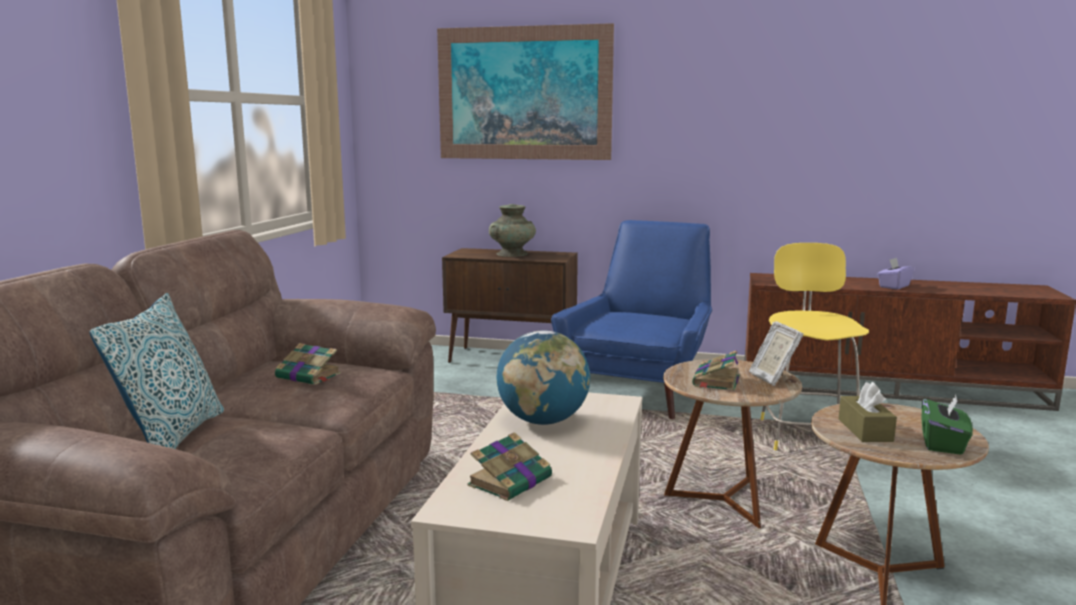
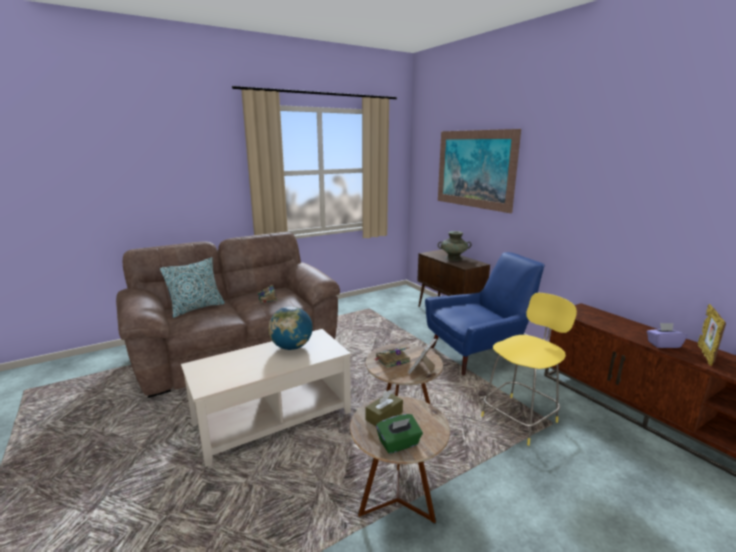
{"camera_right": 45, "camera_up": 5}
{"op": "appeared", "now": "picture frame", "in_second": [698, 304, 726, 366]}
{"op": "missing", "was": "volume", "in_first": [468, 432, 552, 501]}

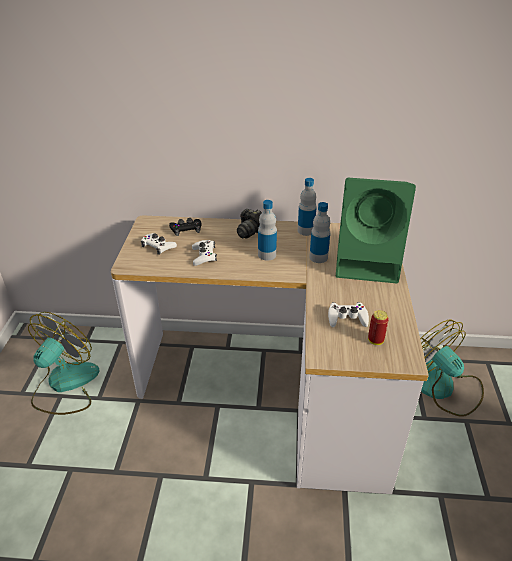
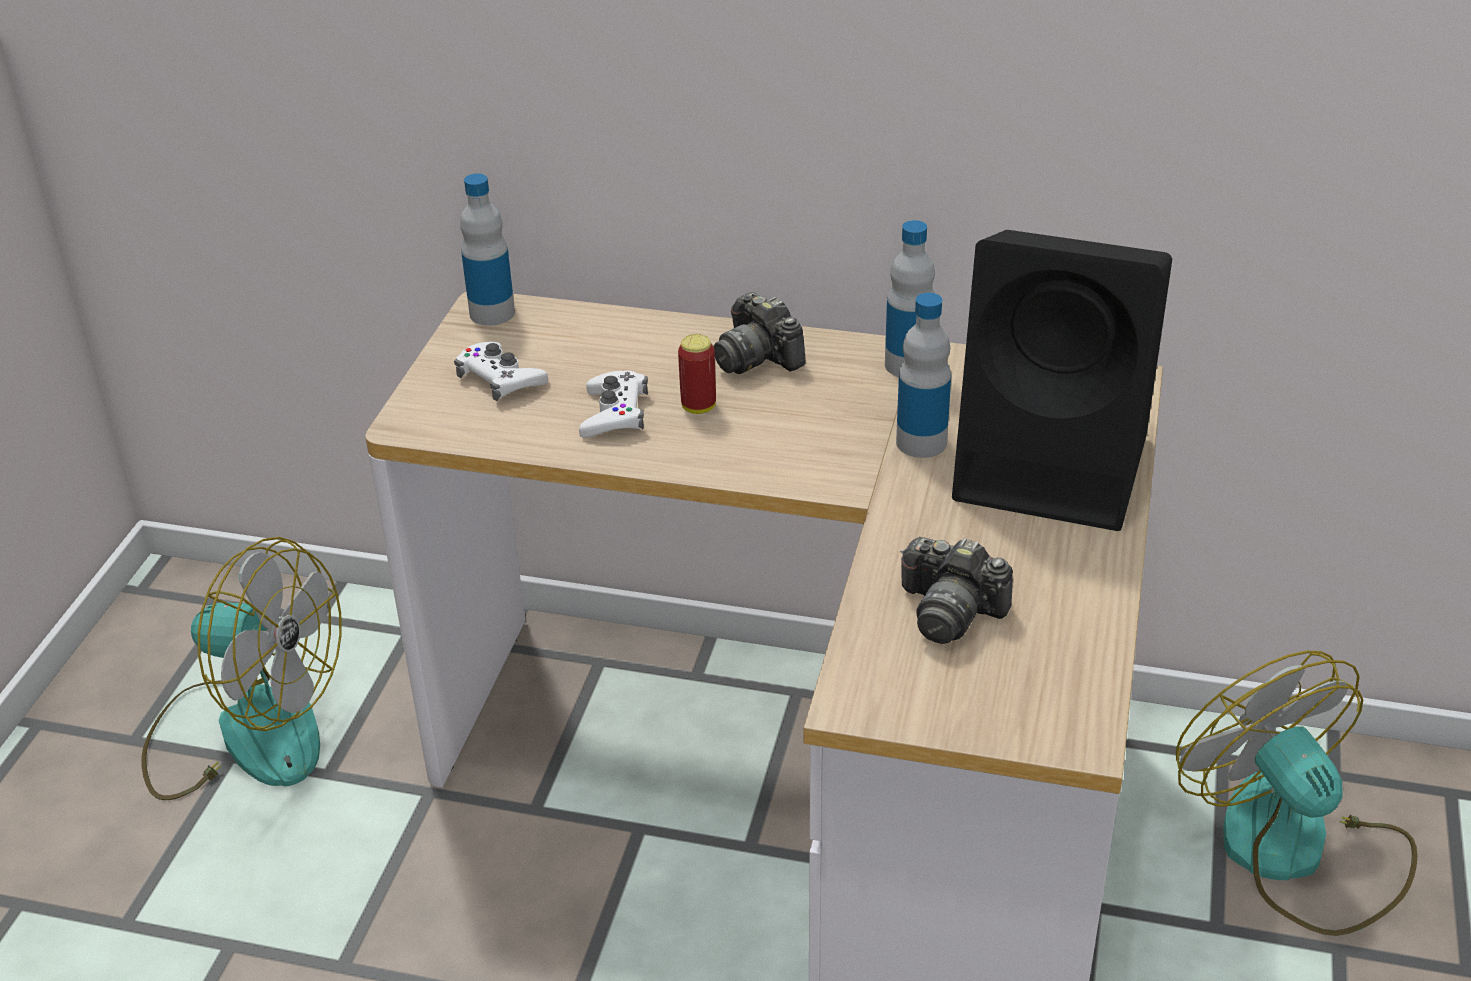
{"camera_right": 10, "camera_up": 0}
{"op": "spun", "was": "cooling fan", "in_first": [28, 312, 100, 415], "in_second": [142, 537, 342, 800], "clockwise": 75}
{"op": "relocated", "was": "drink bottle", "in_first": [258, 200, 277, 261], "in_second": [460, 173, 515, 326]}
{"op": "relocated", "was": "metal can", "in_first": [368, 310, 389, 345], "in_second": [678, 334, 716, 414]}
{"op": "exchanged", "was": "white-coloured joypad", "now": "still camera", "in_first": [328, 302, 369, 327], "in_second": [900, 537, 1013, 644]}
{"op": "colour", "was": "green-coloured loudspeaker", "now": "black loudspeaker", "in_first": [336, 178, 416, 284], "in_second": [952, 230, 1172, 531]}
{"op": "missing", "was": "black joypad", "in_first": [169, 218, 201, 236]}

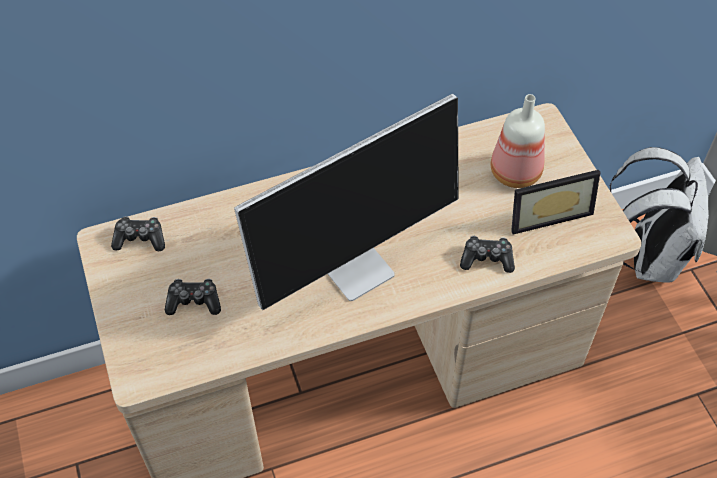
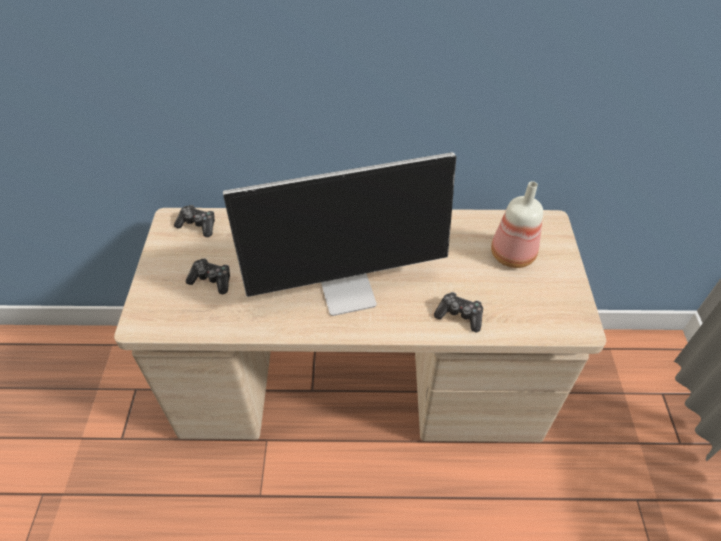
{"camera_right": 20, "camera_up": -5}
{"op": "missing", "was": "picture frame", "in_first": [511, 170, 601, 235]}
{"op": "missing", "was": "white-coloured backpack", "in_first": [609, 147, 709, 283]}

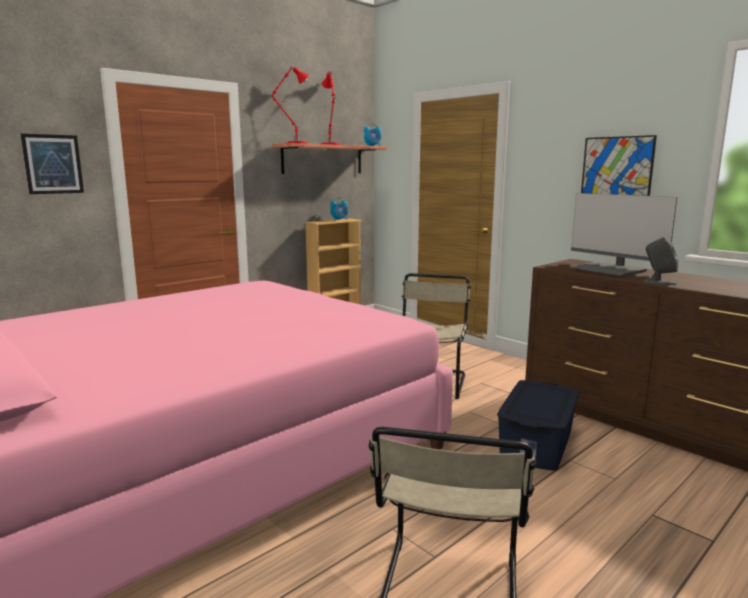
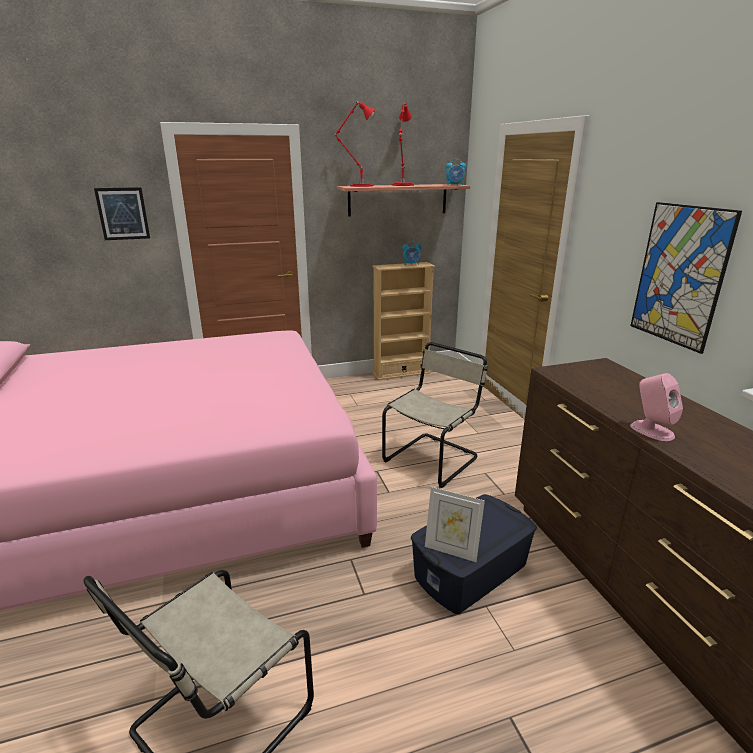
{"camera_right": 25, "camera_up": 10}
{"op": "appeared", "now": "picture frame", "in_second": [425, 487, 485, 562]}
{"op": "colour", "was": "gray loudspeaker", "now": "pink-coloured loudspeaker", "in_first": [643, 236, 678, 285], "in_second": [630, 373, 683, 441]}
{"op": "missing", "was": "monitor", "in_first": [570, 193, 677, 276]}

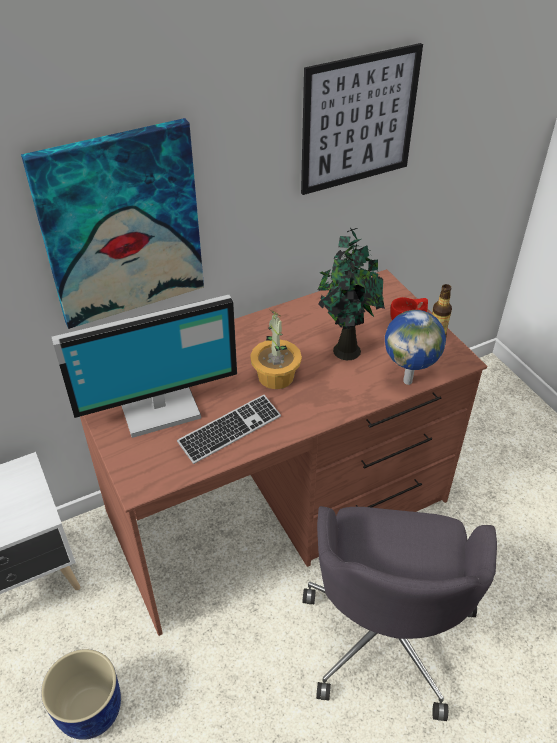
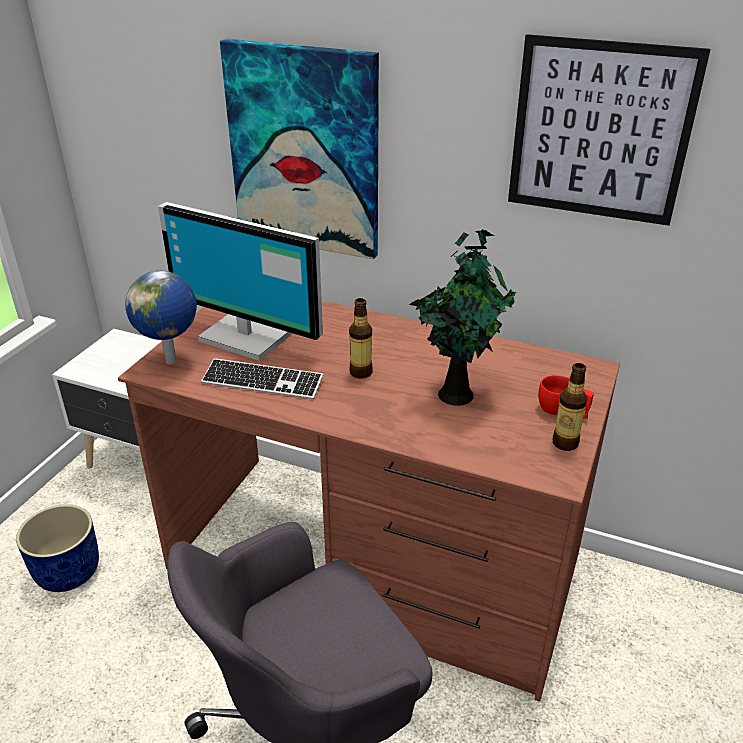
{"camera_right": 50, "camera_up": -10}
{"op": "relocated", "was": "desk globe", "in_first": [385, 310, 446, 385], "in_second": [125, 270, 197, 364]}
{"op": "exchanged", "was": "houseplant", "now": "drink bottle", "in_first": [250, 310, 302, 389], "in_second": [349, 298, 373, 379]}

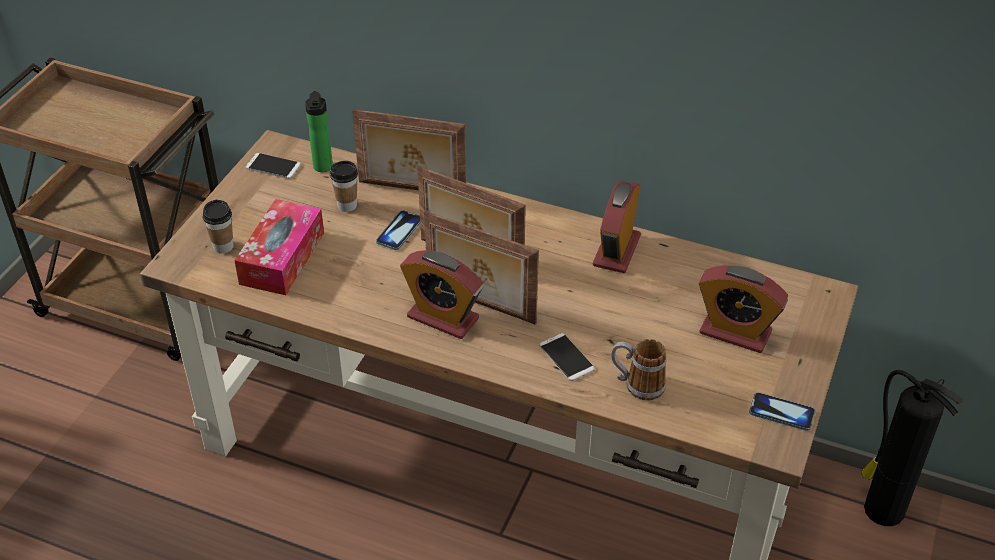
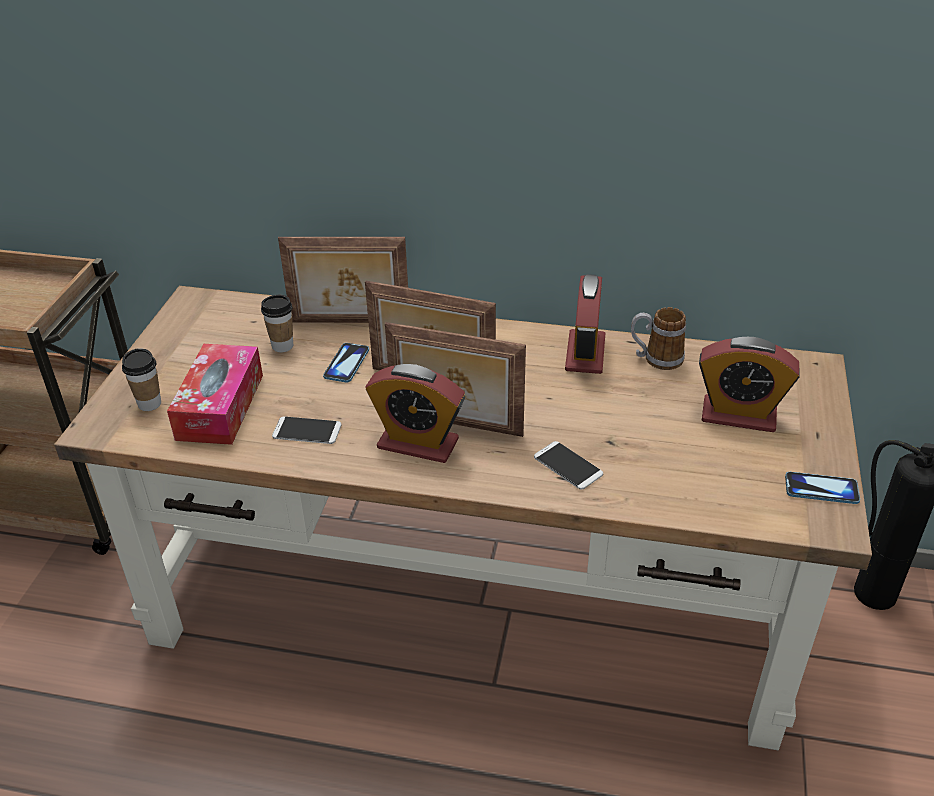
{"camera_right": -10, "camera_up": -5}
{"op": "relocated", "was": "handset", "in_first": [246, 153, 301, 179], "in_second": [272, 416, 342, 444]}
{"op": "relocated", "was": "tea mug", "in_first": [611, 339, 666, 400], "in_second": [631, 307, 686, 370]}
{"op": "missing", "was": "drink bottle", "in_first": [305, 91, 333, 172]}

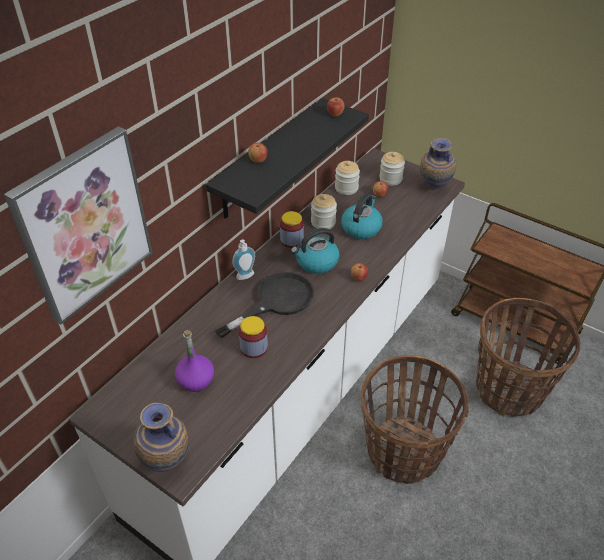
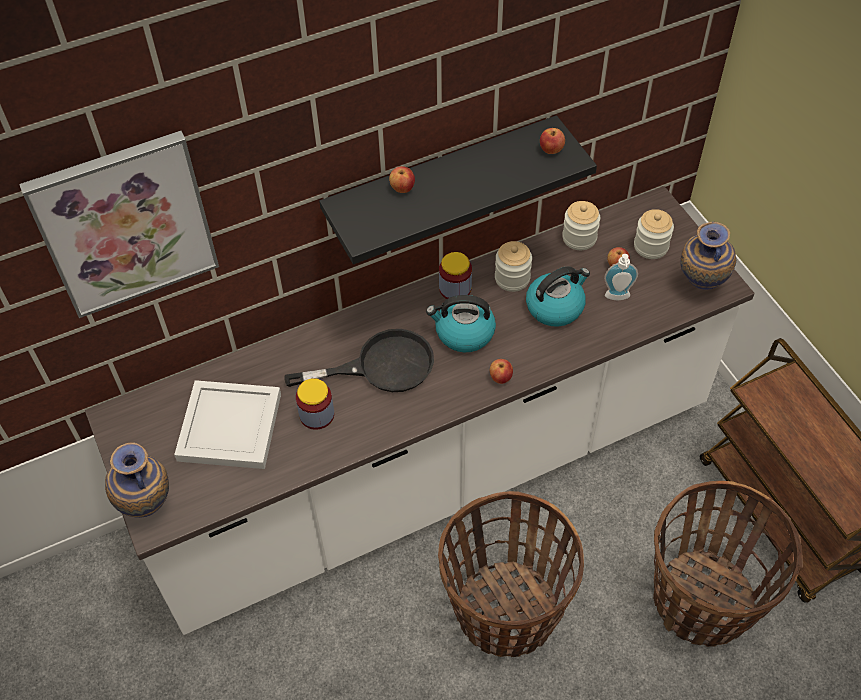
{"camera_right": 30, "camera_up": 10}
{"op": "exchanged", "was": "purplish drink bottle", "now": "white-coloured tray", "in_first": [175, 330, 214, 392], "in_second": [174, 380, 281, 469]}
{"op": "relocated", "was": "liquid soap bottle", "in_first": [232, 239, 255, 280], "in_second": [604, 254, 638, 300]}

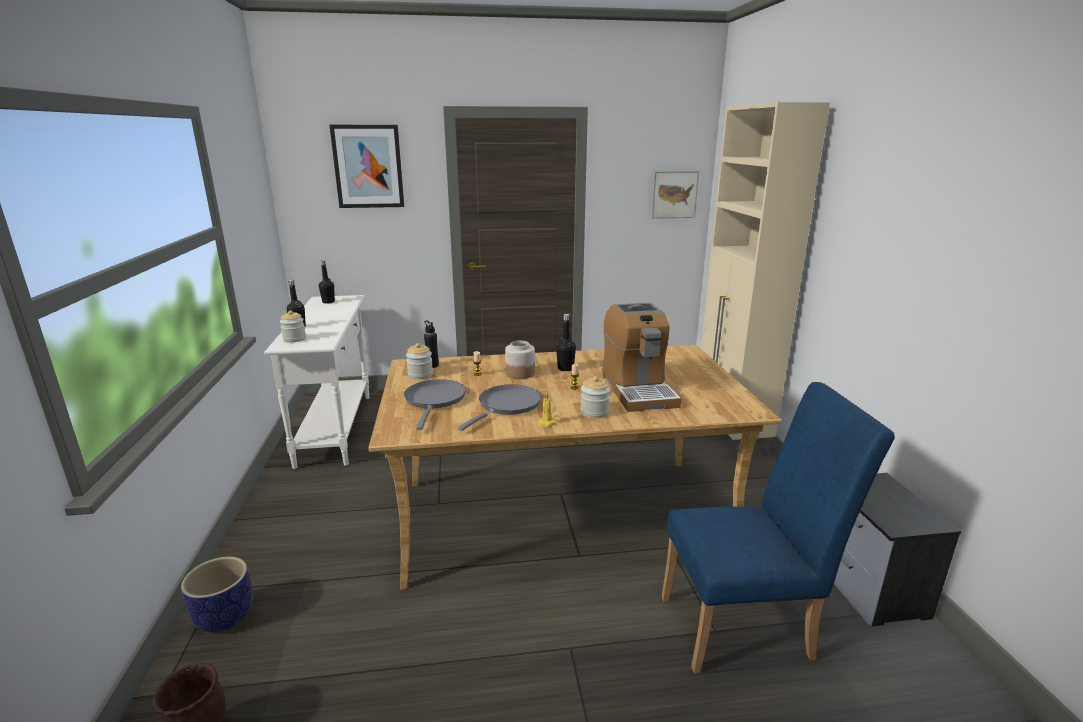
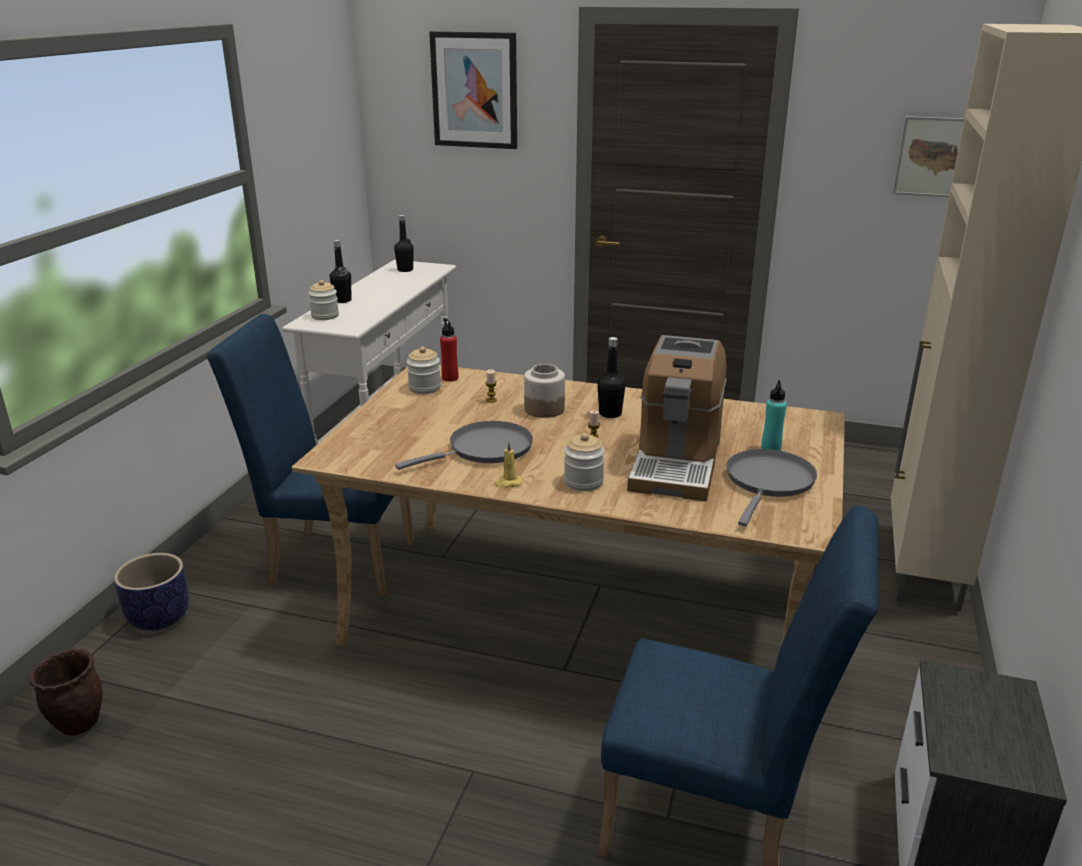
{"camera_right": 25, "camera_up": 5}
{"op": "appeared", "now": "bluish chair", "in_second": [207, 314, 415, 596]}
{"op": "colour", "was": "black drink bottle", "now": "reddish drink bottle", "in_first": [424, 320, 439, 368], "in_second": [440, 318, 458, 382]}
{"op": "relocated", "was": "gray pan", "in_first": [404, 379, 466, 430], "in_second": [727, 449, 817, 526]}
{"op": "appeared", "now": "turquoise-coloured drink bottle", "in_second": [761, 380, 787, 451]}

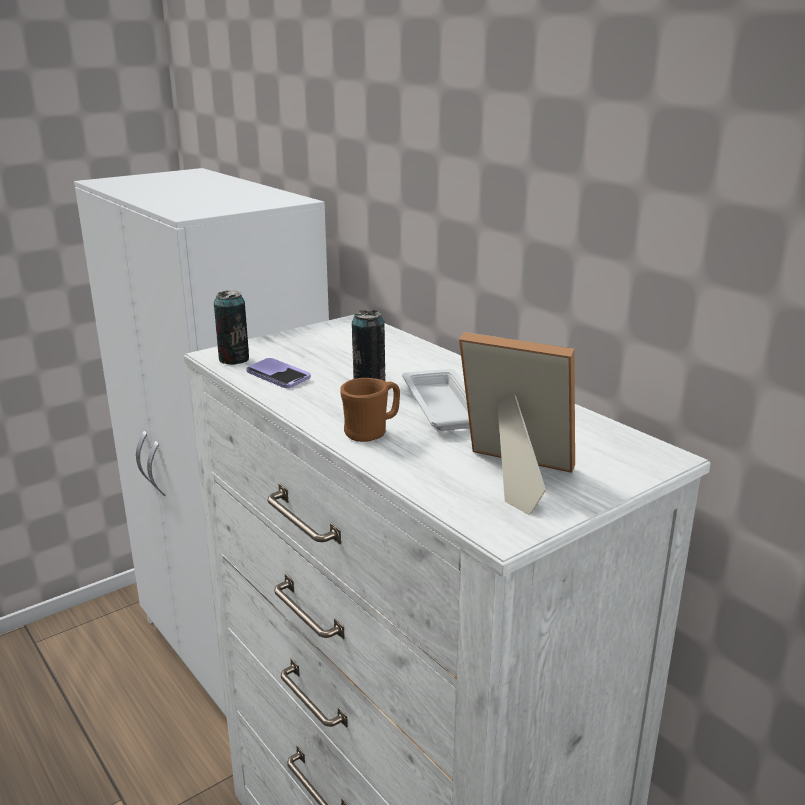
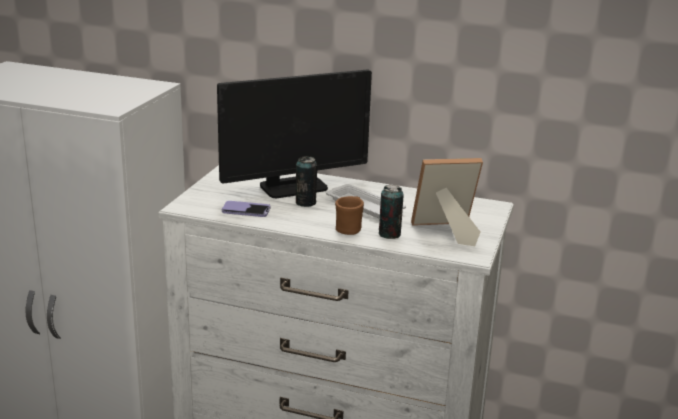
{"camera_right": -35, "camera_up": 0}
{"op": "appeared", "now": "monitor", "in_second": [217, 69, 372, 198]}
{"op": "relocated", "was": "metal can", "in_first": [214, 290, 249, 365], "in_second": [379, 185, 404, 239]}

